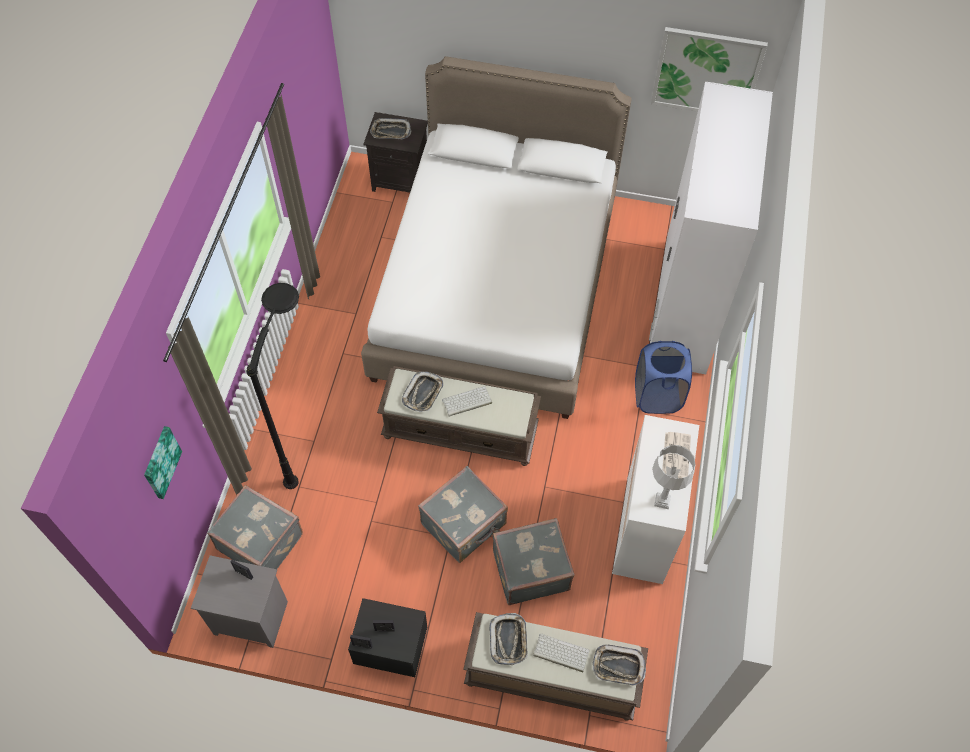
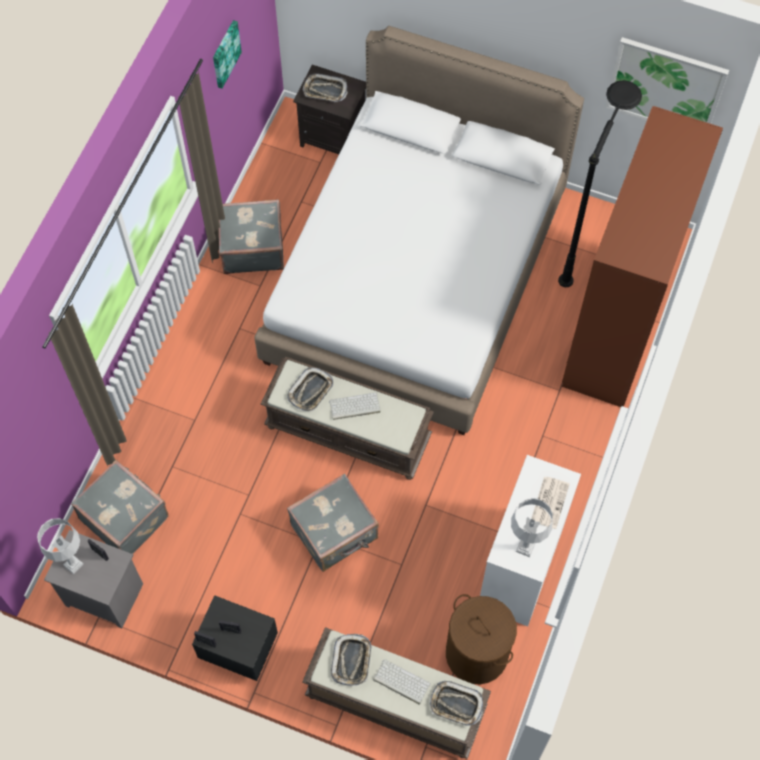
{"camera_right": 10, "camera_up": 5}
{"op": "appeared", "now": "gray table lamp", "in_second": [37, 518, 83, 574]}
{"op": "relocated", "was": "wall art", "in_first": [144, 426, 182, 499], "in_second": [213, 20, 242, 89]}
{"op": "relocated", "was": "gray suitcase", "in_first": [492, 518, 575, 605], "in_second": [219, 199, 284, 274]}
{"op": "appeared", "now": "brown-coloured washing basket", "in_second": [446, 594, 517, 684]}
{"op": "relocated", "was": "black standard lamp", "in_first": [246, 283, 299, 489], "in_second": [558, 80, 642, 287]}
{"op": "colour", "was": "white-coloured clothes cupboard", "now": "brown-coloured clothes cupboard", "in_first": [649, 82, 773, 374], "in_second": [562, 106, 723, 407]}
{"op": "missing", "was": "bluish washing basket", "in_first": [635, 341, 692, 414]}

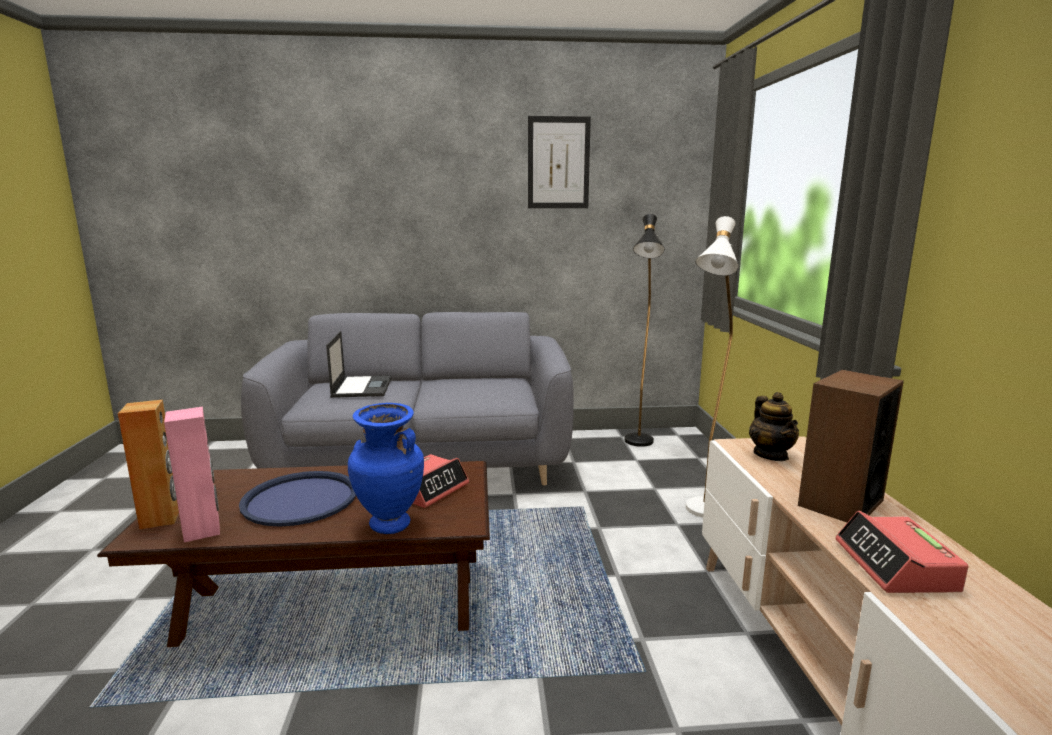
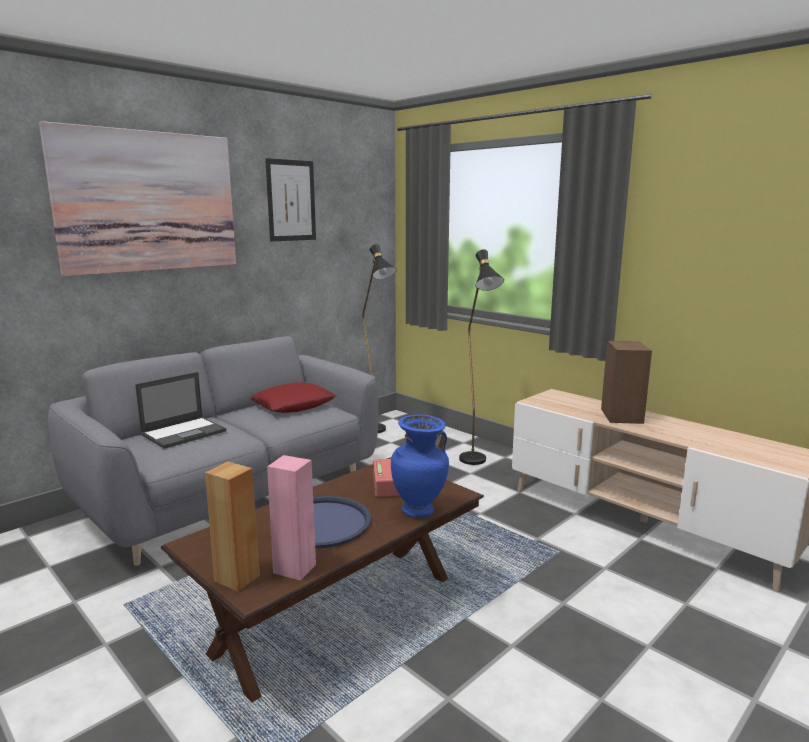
{"camera_right": -40, "camera_up": 0}
{"op": "appeared", "now": "wall art", "in_second": [39, 121, 236, 276]}
{"op": "spun", "was": "portable computer", "in_first": [326, 331, 392, 398], "in_second": [135, 372, 226, 449], "clockwise": 90}
{"op": "appeared", "now": "reddish pillow", "in_second": [250, 382, 336, 413]}
{"op": "colour", "was": "white-coloured standard lamp", "now": "black standard lamp", "in_first": [686, 216, 738, 518], "in_second": [459, 249, 504, 465]}
{"op": "missing", "was": "pot for tea", "in_first": [749, 392, 799, 461]}
{"op": "missing", "was": "table clock", "in_first": [835, 511, 969, 593]}

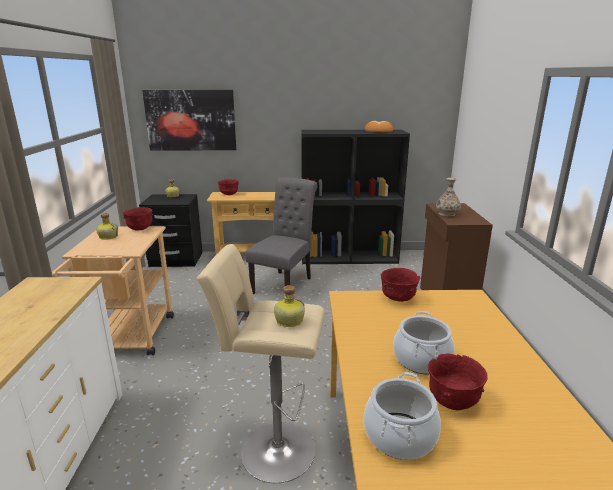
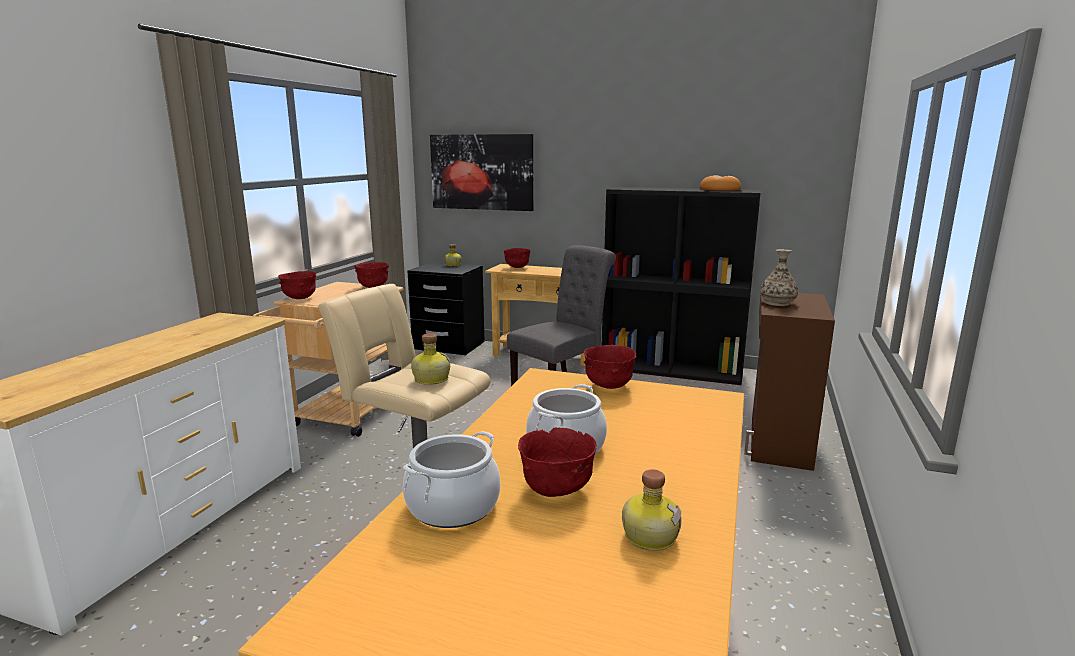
{"camera_right": 20, "camera_up": -5}
{"op": "appeared", "now": "reddish serving bowl", "in_second": [278, 271, 316, 299]}
{"op": "relocated", "was": "drink bottle", "in_first": [96, 213, 118, 240], "in_second": [622, 469, 681, 551]}

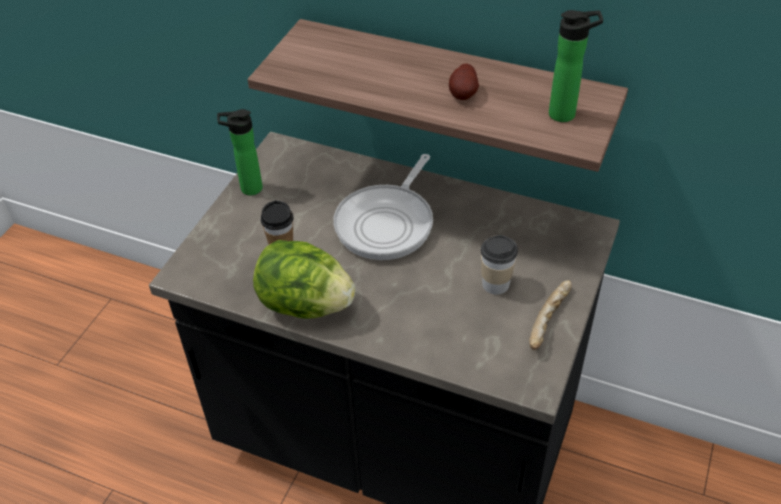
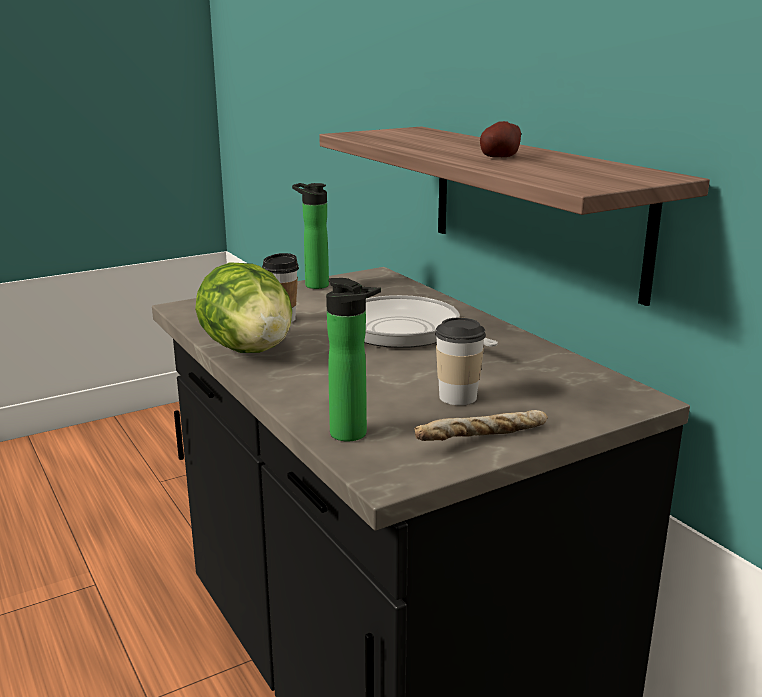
{"camera_right": 35, "camera_up": -25}
{"op": "relocated", "was": "drink bottle", "in_first": [549, 10, 603, 122], "in_second": [326, 278, 381, 442]}
{"op": "spun", "was": "pan", "in_first": [333, 154, 433, 260], "in_second": [364, 295, 498, 348], "clockwise": 75}

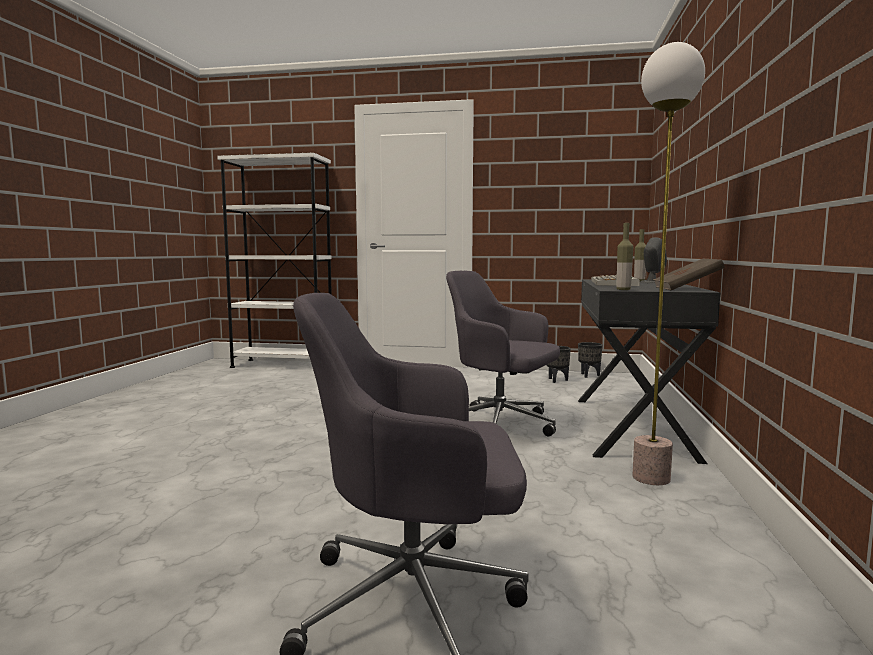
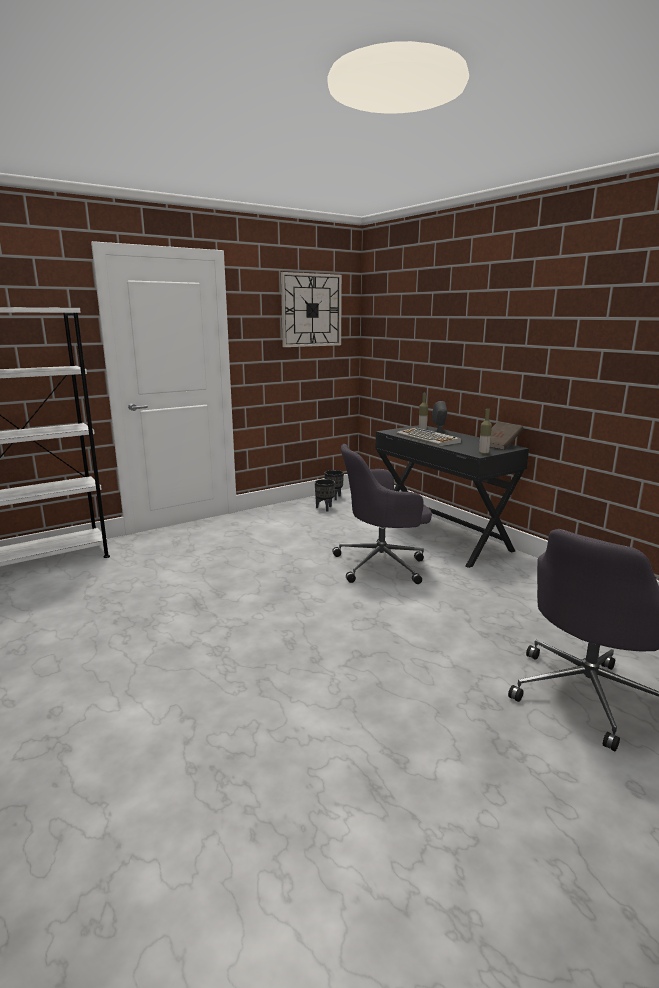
{"camera_right": -45, "camera_up": 10}
{"op": "appeared", "now": "clock on the wall", "in_second": [281, 272, 342, 347]}
{"op": "missing", "was": "standard lamp", "in_first": [633, 42, 705, 485]}

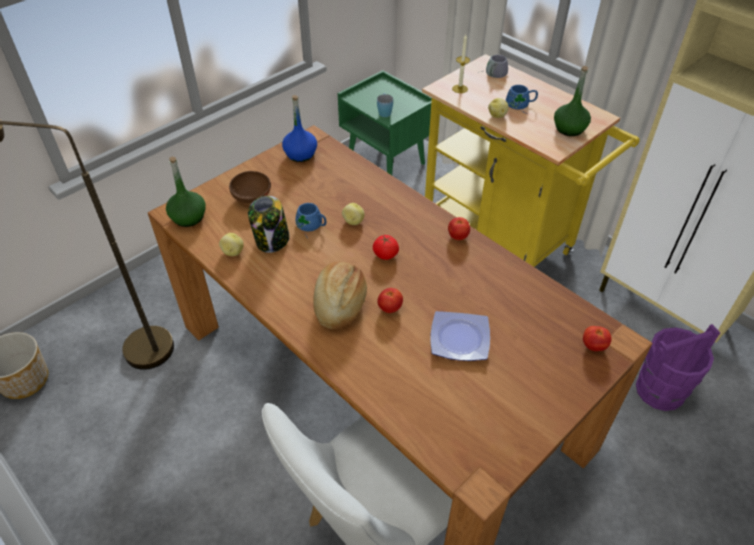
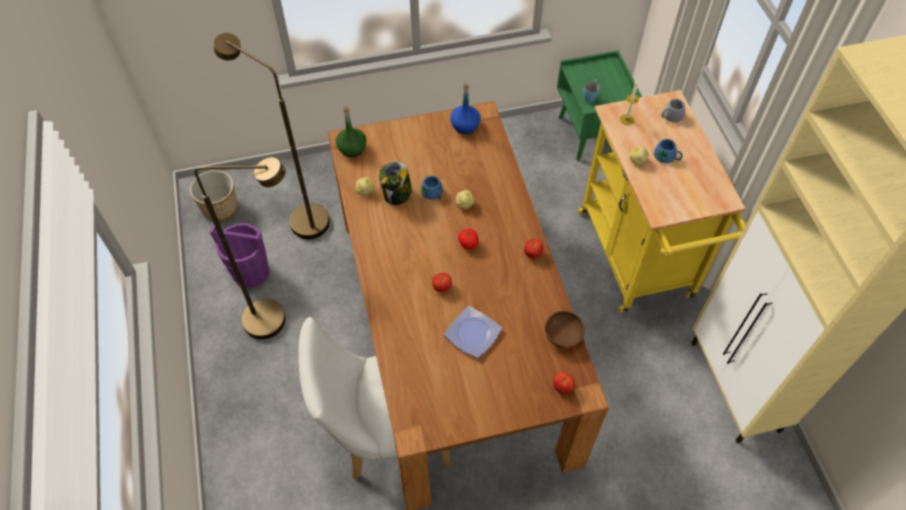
{"camera_right": 30, "camera_up": 10}
{"op": "appeared", "now": "brown-coloured standard lamp", "in_second": [194, 157, 286, 339]}
{"op": "relocated", "was": "purplish water bucket", "in_first": [636, 324, 720, 411], "in_second": [210, 223, 270, 288]}
{"op": "relocated", "was": "brown-coloured serving bowl", "in_first": [229, 171, 271, 203], "in_second": [545, 311, 585, 348]}
{"op": "missing", "was": "bakery bread", "in_first": [313, 262, 367, 330]}
{"op": "missing", "was": "green-coloured drink bottle", "in_first": [554, 66, 591, 136]}

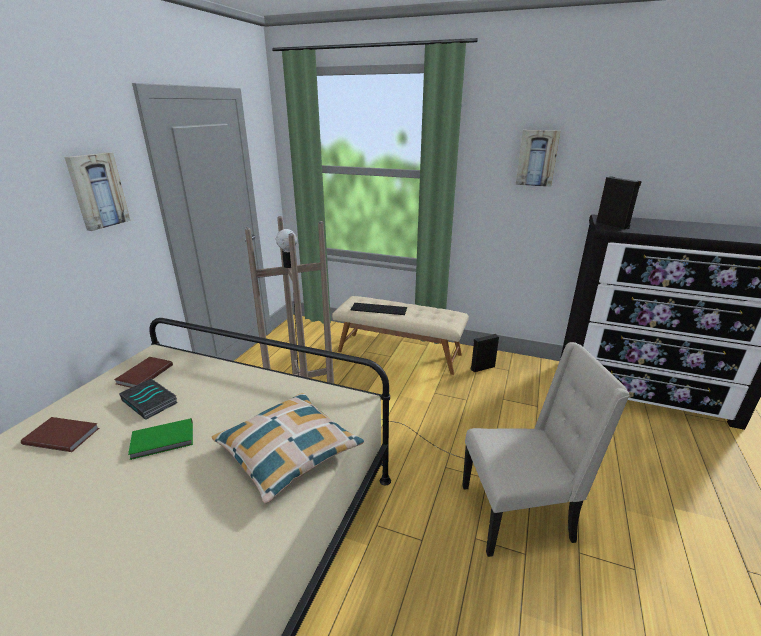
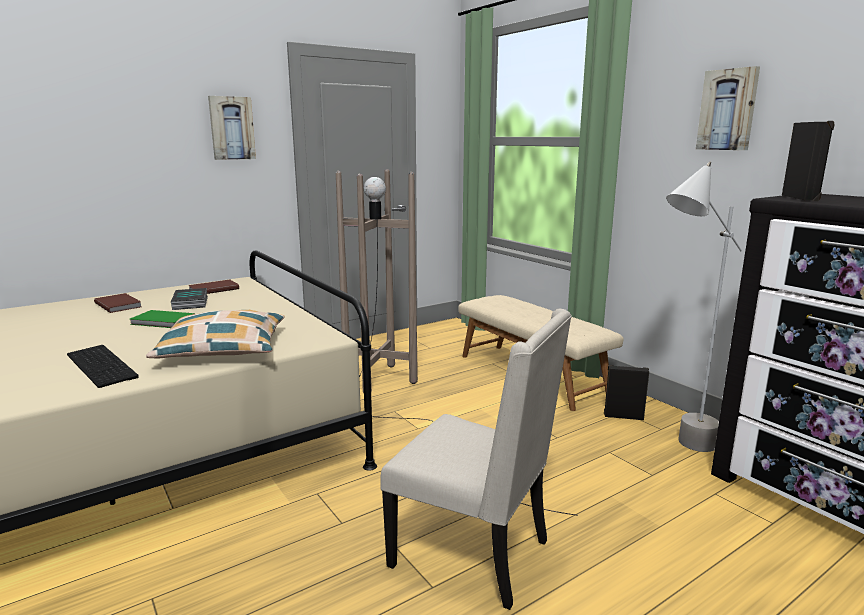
{"camera_right": 35, "camera_up": -10}
{"op": "relocated", "was": "PC keyboard", "in_first": [351, 303, 407, 315], "in_second": [67, 345, 139, 388]}
{"op": "appeared", "now": "gray standard lamp", "in_second": [666, 162, 742, 452]}

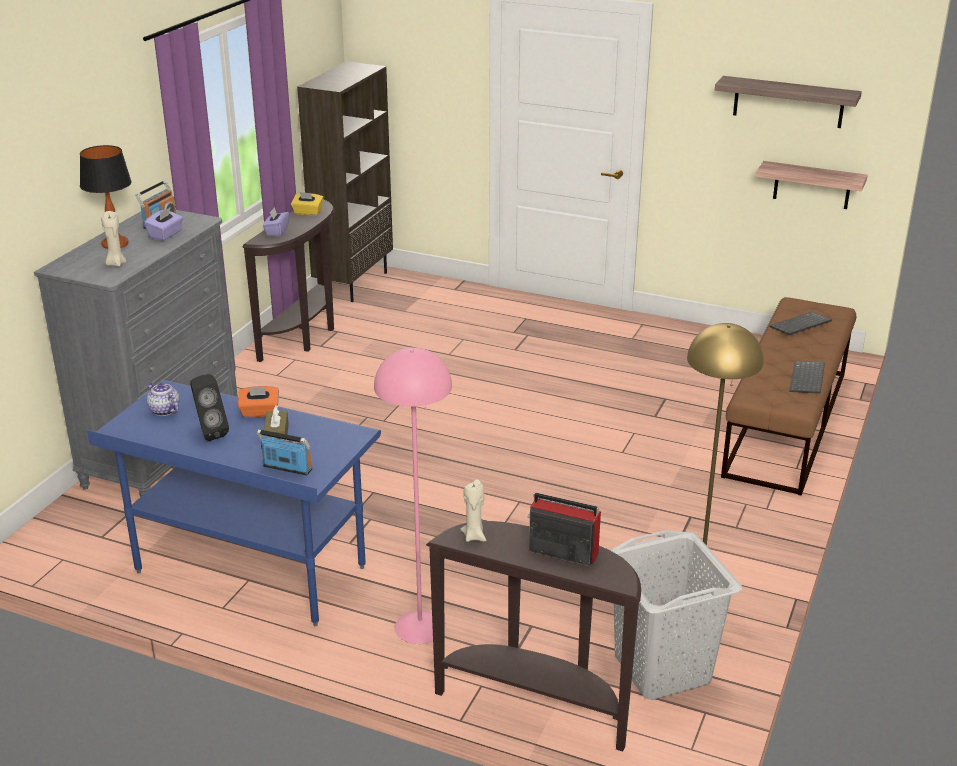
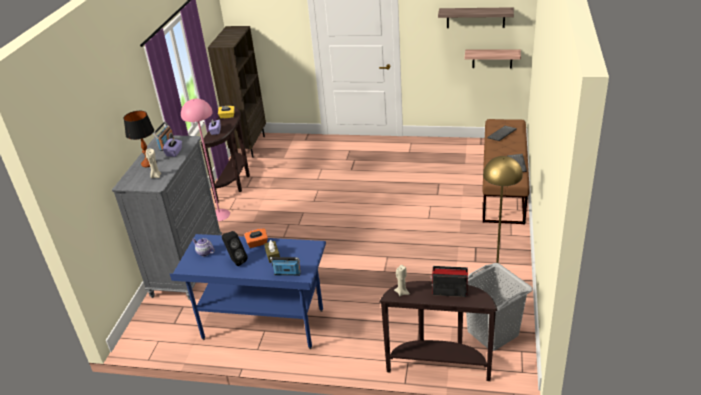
{"camera_right": -10, "camera_up": 5}
{"op": "relocated", "was": "pink-coloured standard lamp", "in_first": [374, 347, 452, 644], "in_second": [181, 99, 230, 221]}

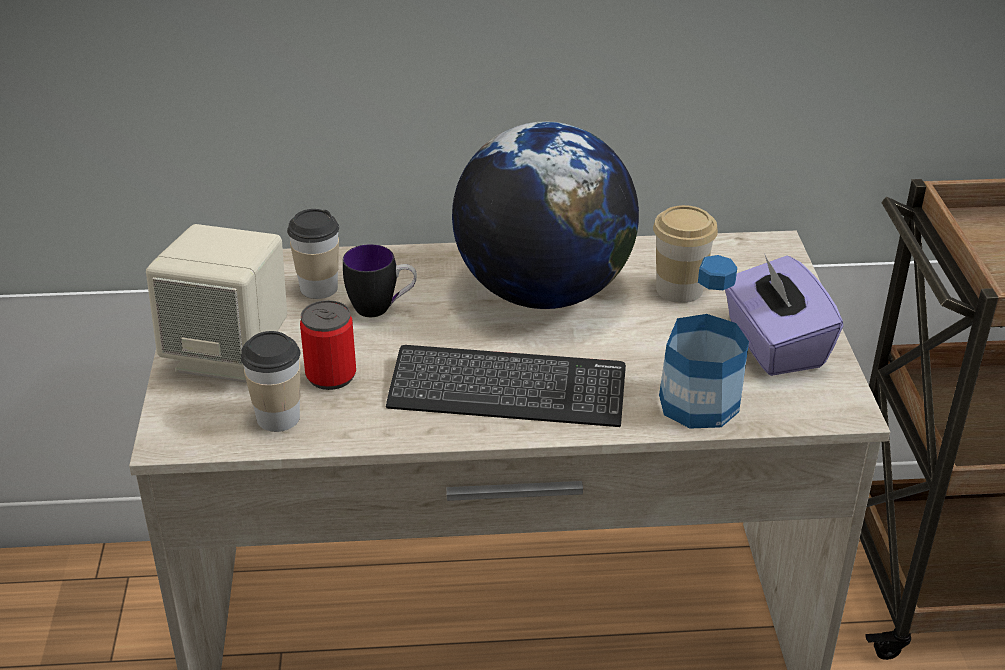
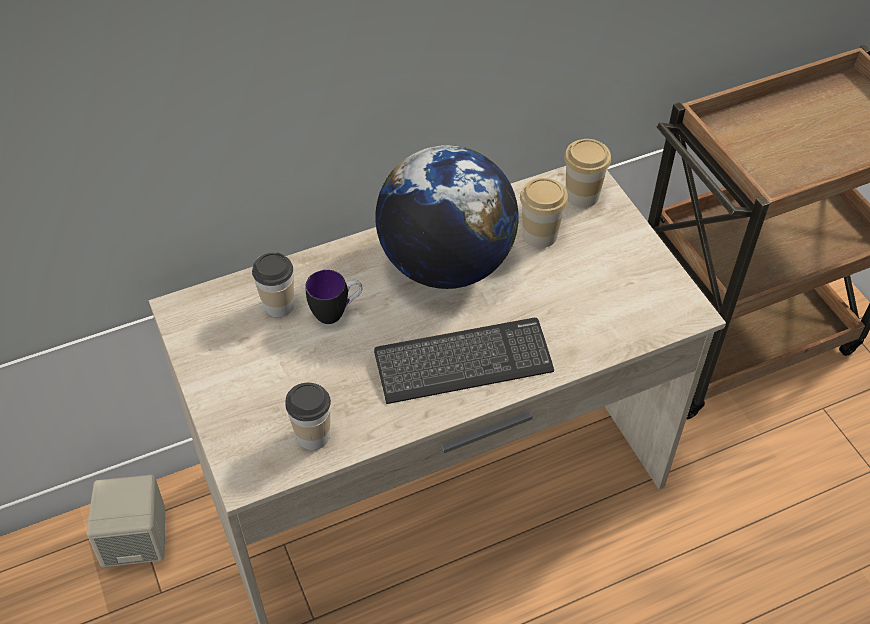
{"camera_right": -20, "camera_up": 15}
{"op": "relocated", "was": "beige-coloured loudspeaker", "in_first": [146, 224, 287, 383], "in_second": [87, 475, 165, 567]}
{"op": "appeared", "now": "small cup", "in_second": [564, 139, 611, 208]}
{"op": "missing", "was": "metal can", "in_first": [300, 300, 356, 390]}
{"op": "missing", "was": "drink bottle", "in_first": [659, 255, 749, 429]}
{"op": "missing", "was": "purplish tissue box", "in_first": [725, 255, 843, 376]}

